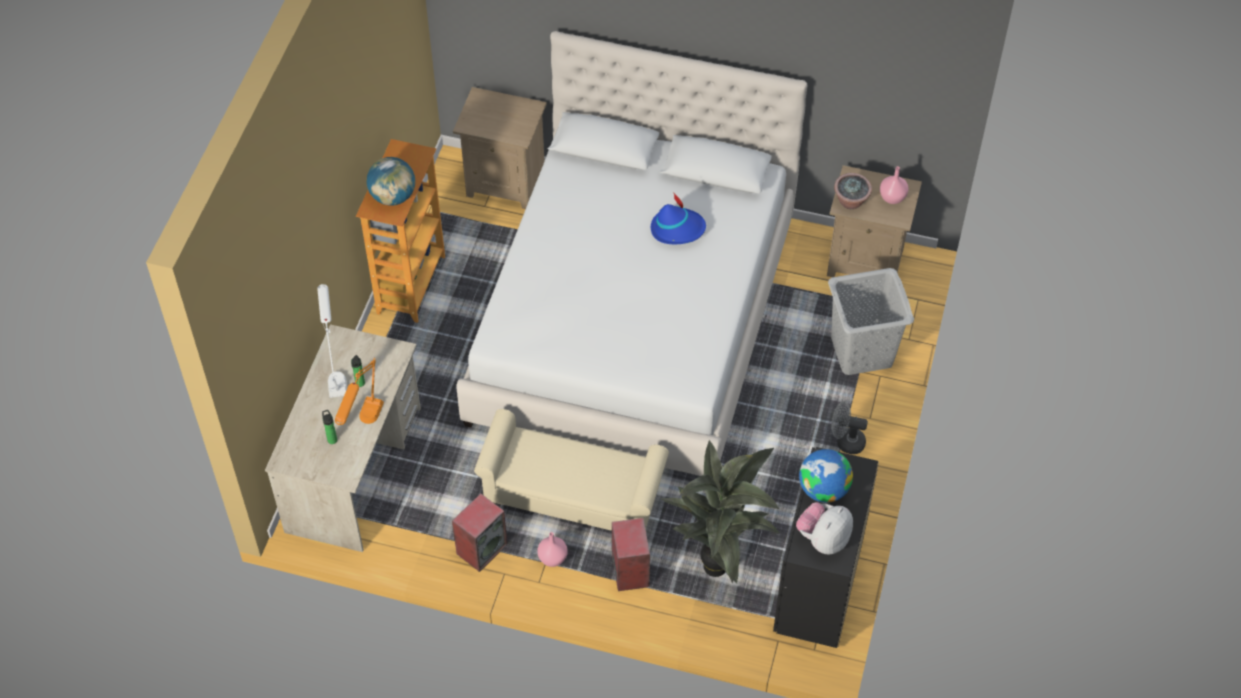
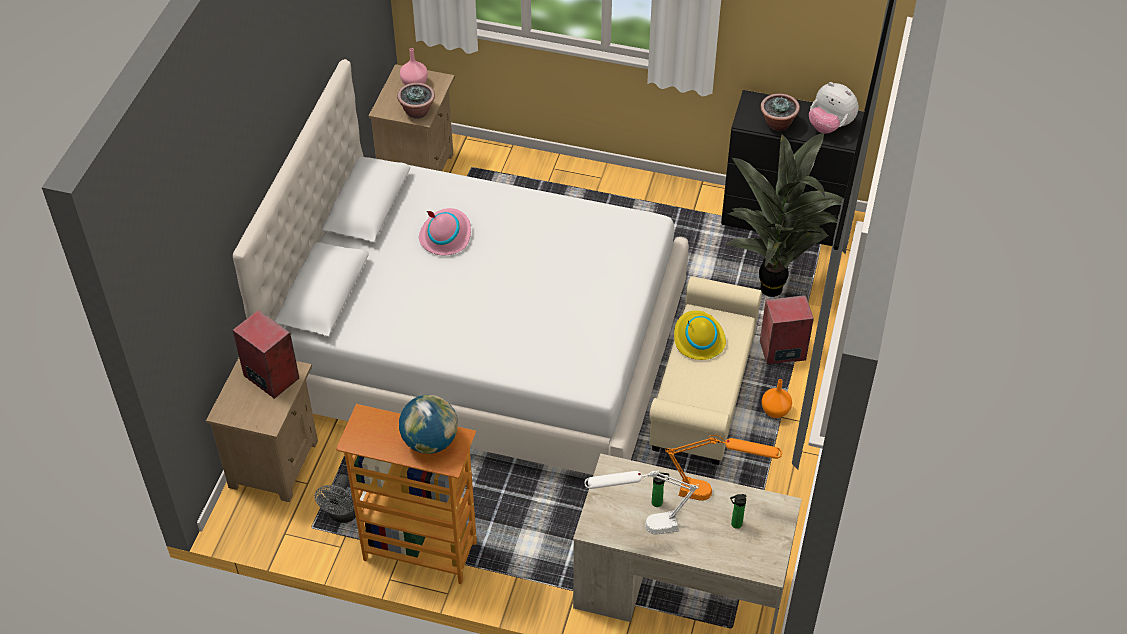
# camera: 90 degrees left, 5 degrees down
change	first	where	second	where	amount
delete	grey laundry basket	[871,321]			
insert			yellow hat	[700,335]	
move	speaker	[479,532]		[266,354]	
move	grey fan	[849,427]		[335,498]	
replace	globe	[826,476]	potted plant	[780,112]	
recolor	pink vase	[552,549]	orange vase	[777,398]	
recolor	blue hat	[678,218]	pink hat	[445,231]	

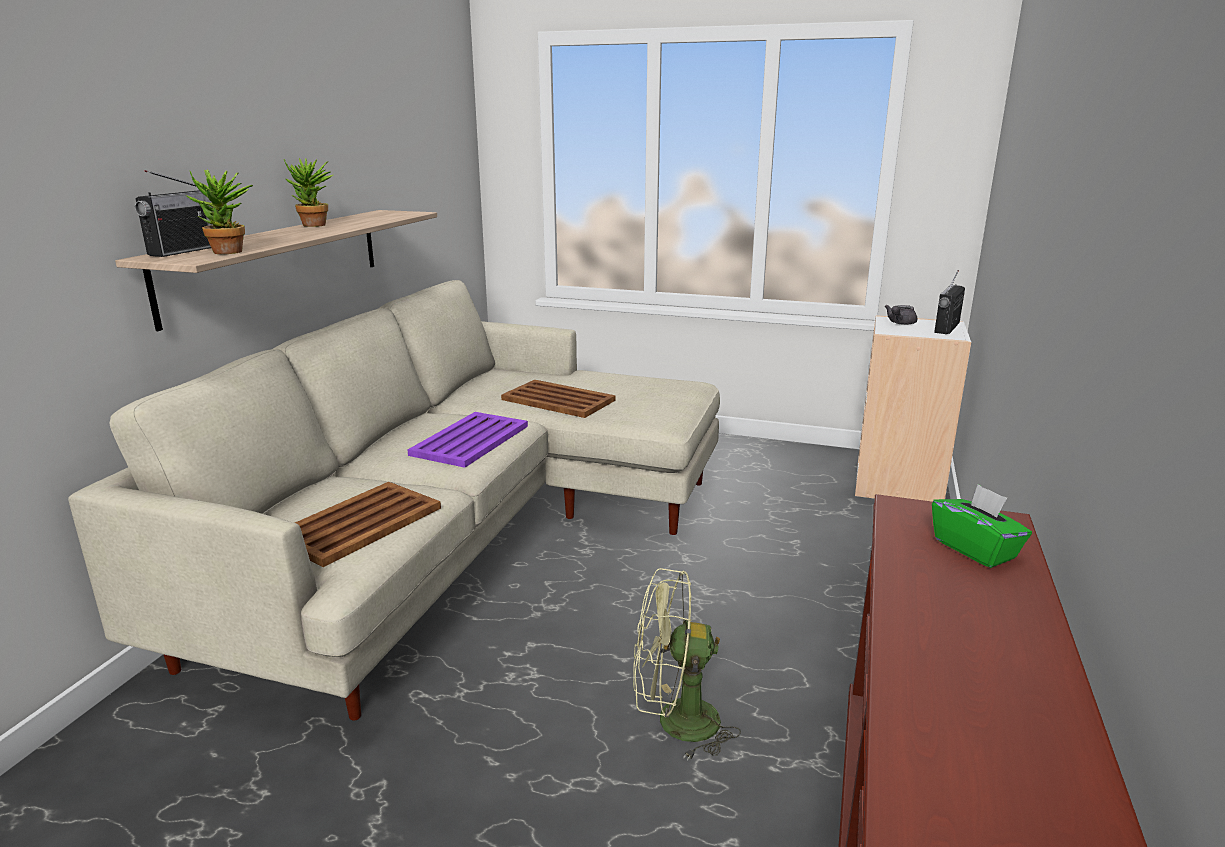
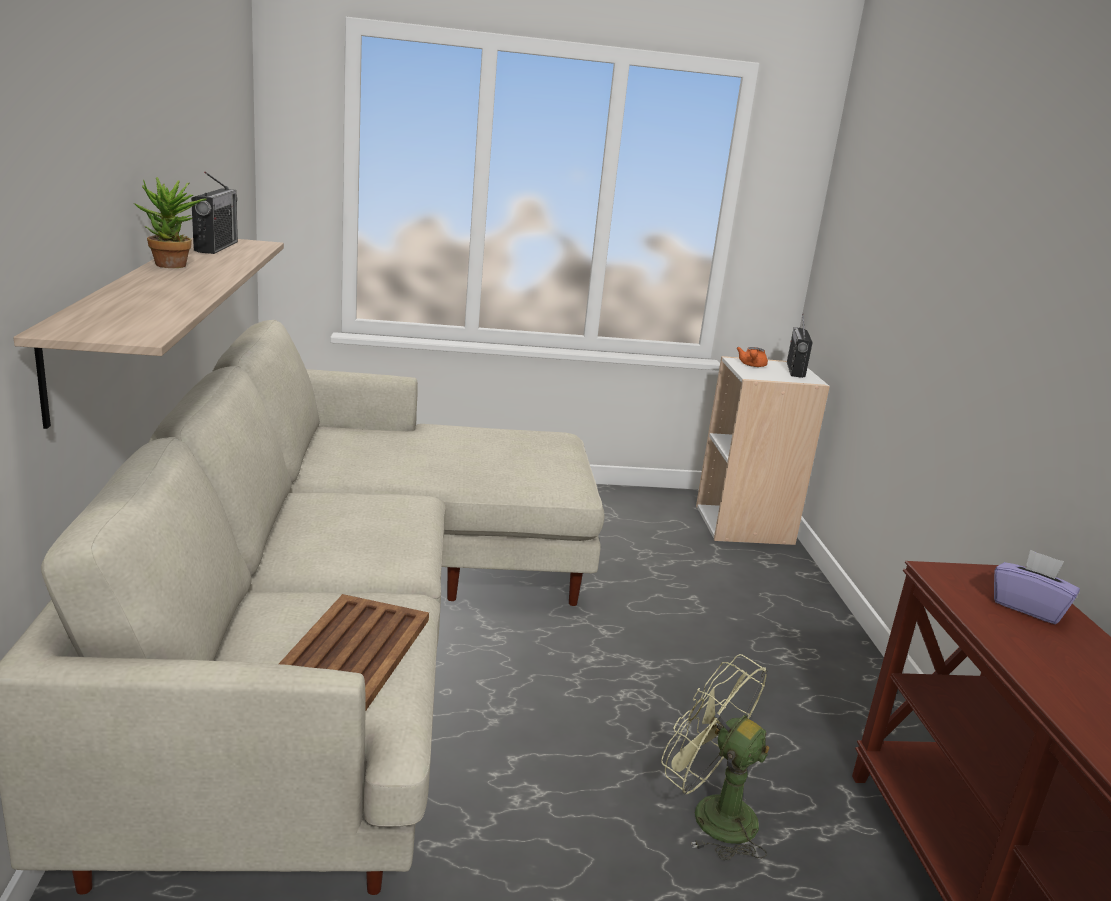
# camera: 25 degrees left, 0 degrees up
change	first	where	second	where	amount
delete	potted plant	[219,212]			
delete	purple tray	[468,440]			
delete	brown tray	[558,399]			
move	radio	[174,213]		[214,213]	
recolor	grey teapot	[900,315]	orange teapot	[752,357]	
recolor	green tissue box	[982,526]	purple tissue box	[1037,586]	
rotate	green fan	[687,664]		[715,757]	60 degrees clockwise

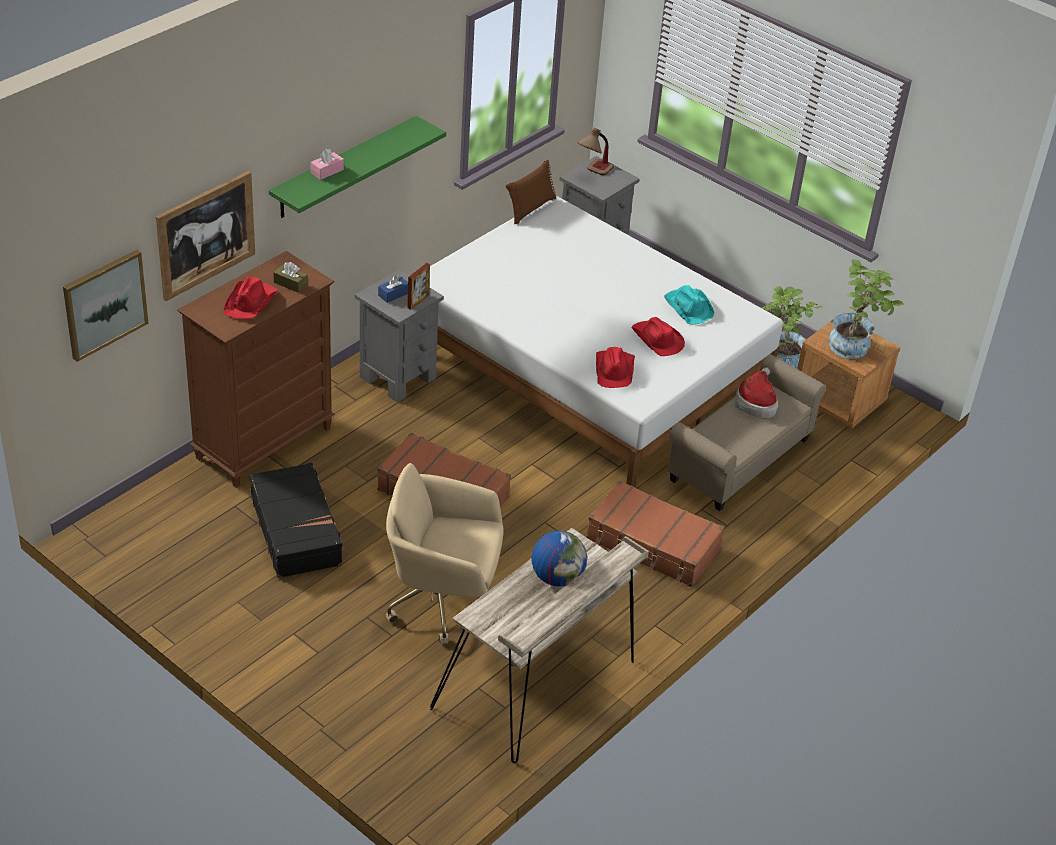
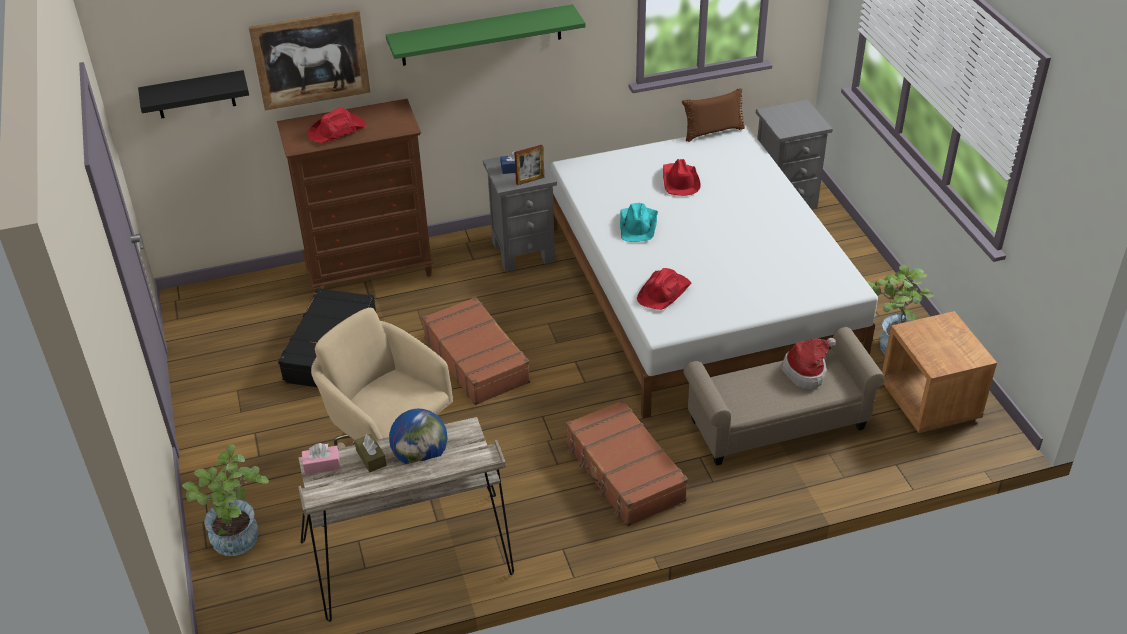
# camera: 35 degrees right, 0 degrees up
change	first	where	second	where	amount
delete	table lamp	[595,151]			
move	brown tissue box	[290,277]		[370,453]	
move	pink tissue box	[327,164]		[321,459]	
move	red hat	[658,336]		[682,177]	
move	turquoise hat	[689,305]		[639,222]	
move	potted plant	[866,309]		[225,500]	
replace	picture	[106,306]	black shelf	[193,94]	

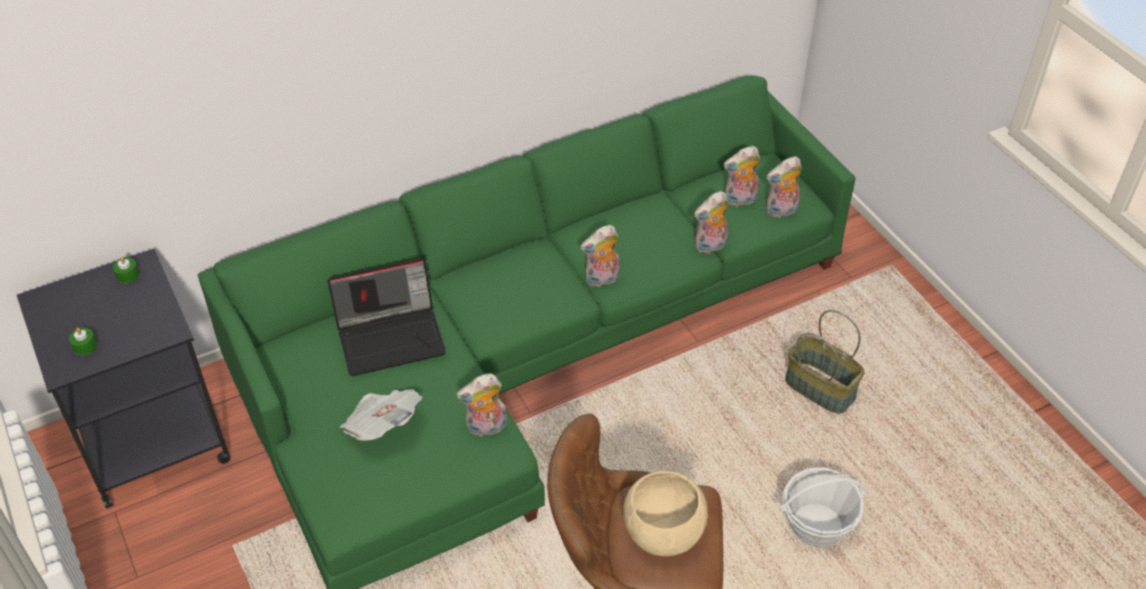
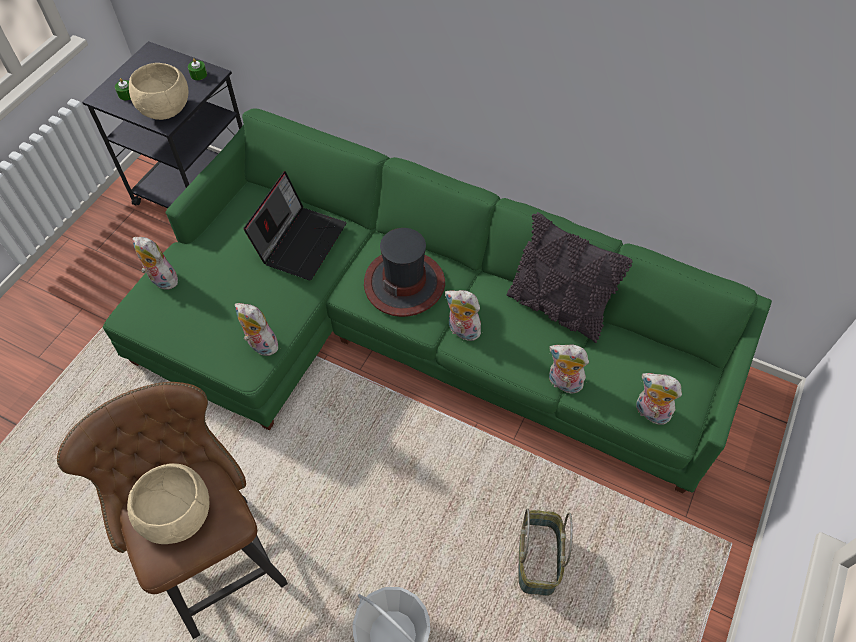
# camera: 55 degrees right, 10 degrees up
change	first	where	second	where	amount
delete	newspaper	[380,415]			
insert			beige bowl	[159,91]	
insert			hat	[404,272]	
insert			black pillow	[570,277]	
move	plush toy	[741,176]		[155,263]	
rotate	laptop	[387,317]		[295,225]	105 degrees counterclockwise

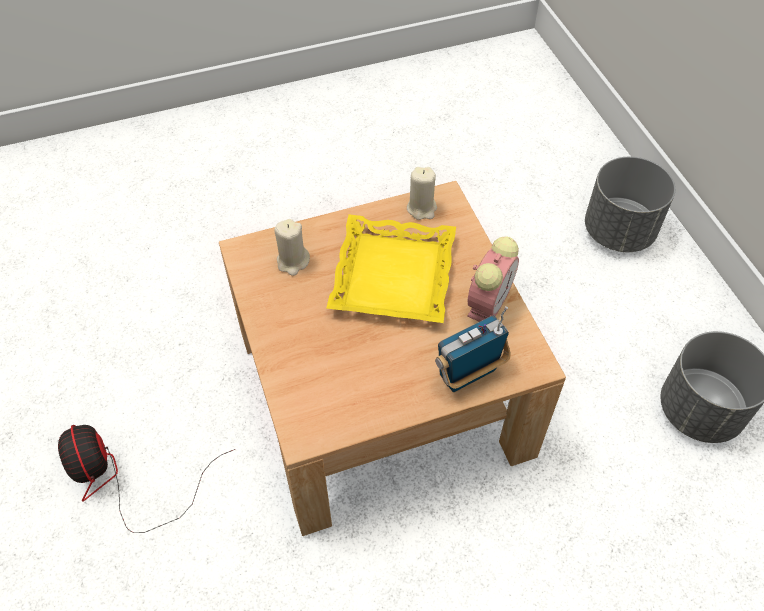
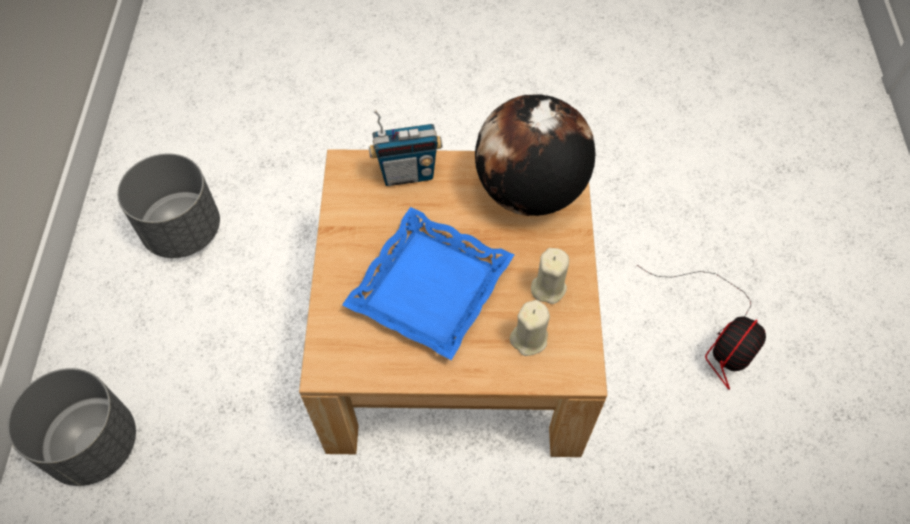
# camera: 160 degrees left, 5 degrees up
change	first	where	second	where	amount
delete	alarm clock	[493,279]			
insert			globe	[535,155]	
move	beige candle	[422,193]		[550,276]	
recolor	yellow tray	[391,268]	blue tray	[428,283]	
rotate	fan	[146,479]		[701,327]	45 degrees clockwise

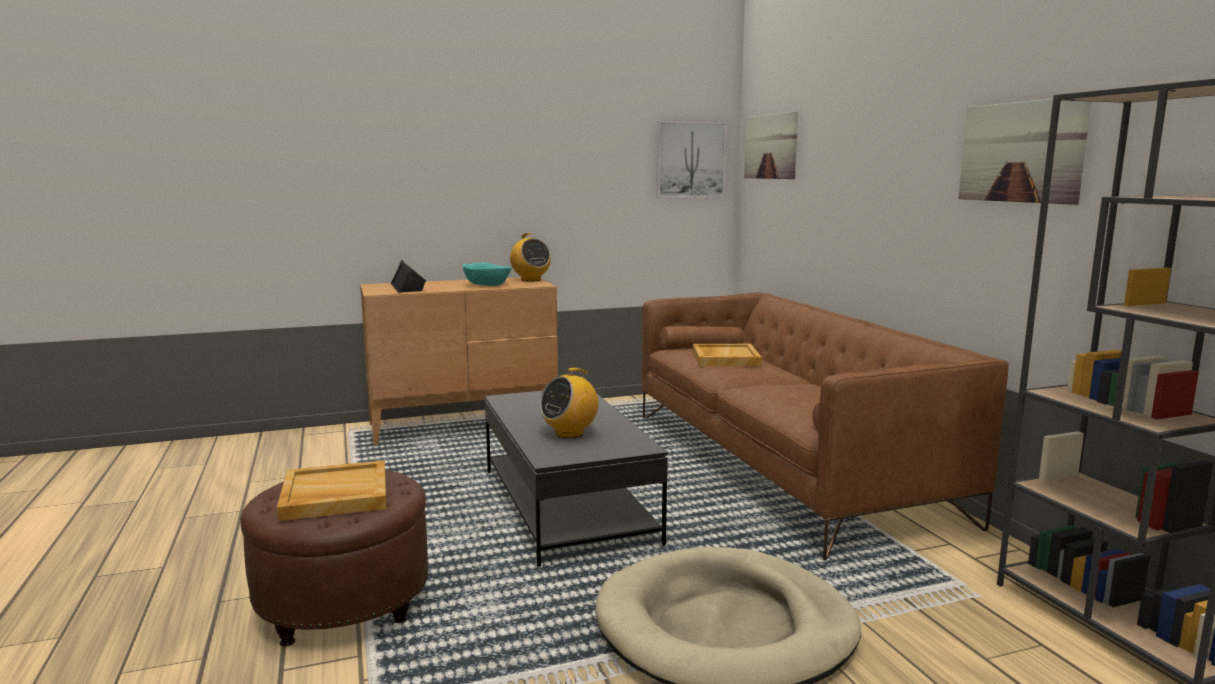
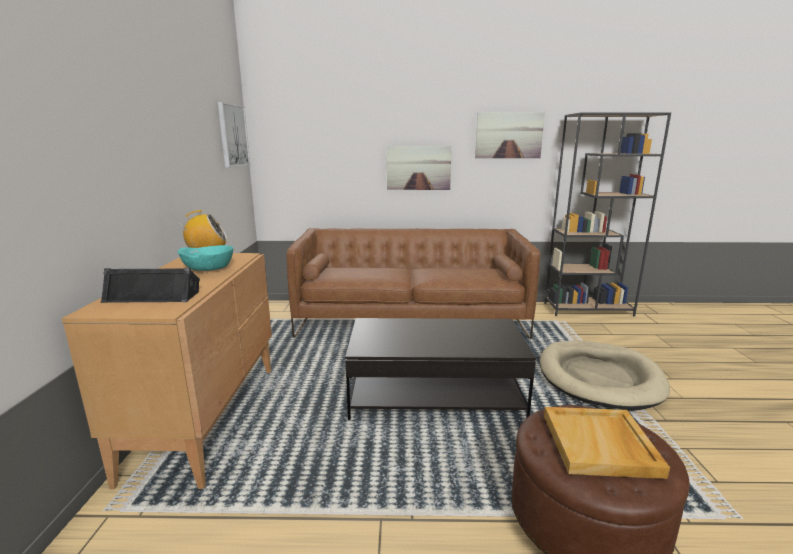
# camera: 70 degrees left, 5 degrees up
change	first	where	second	where	amount
delete	radio	[569,403]			
delete	beige tray	[727,355]			
move	picture	[771,145]		[419,168]	

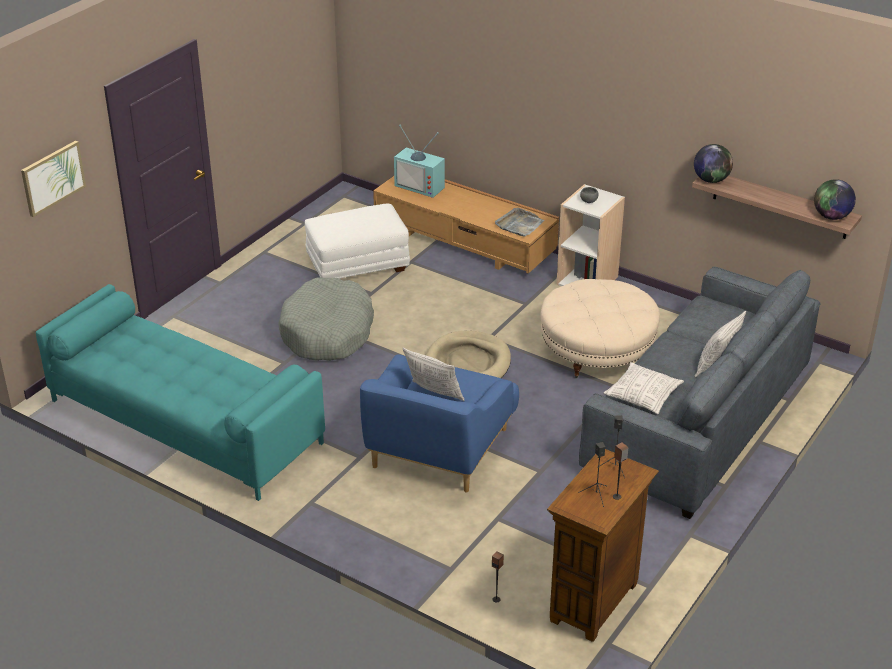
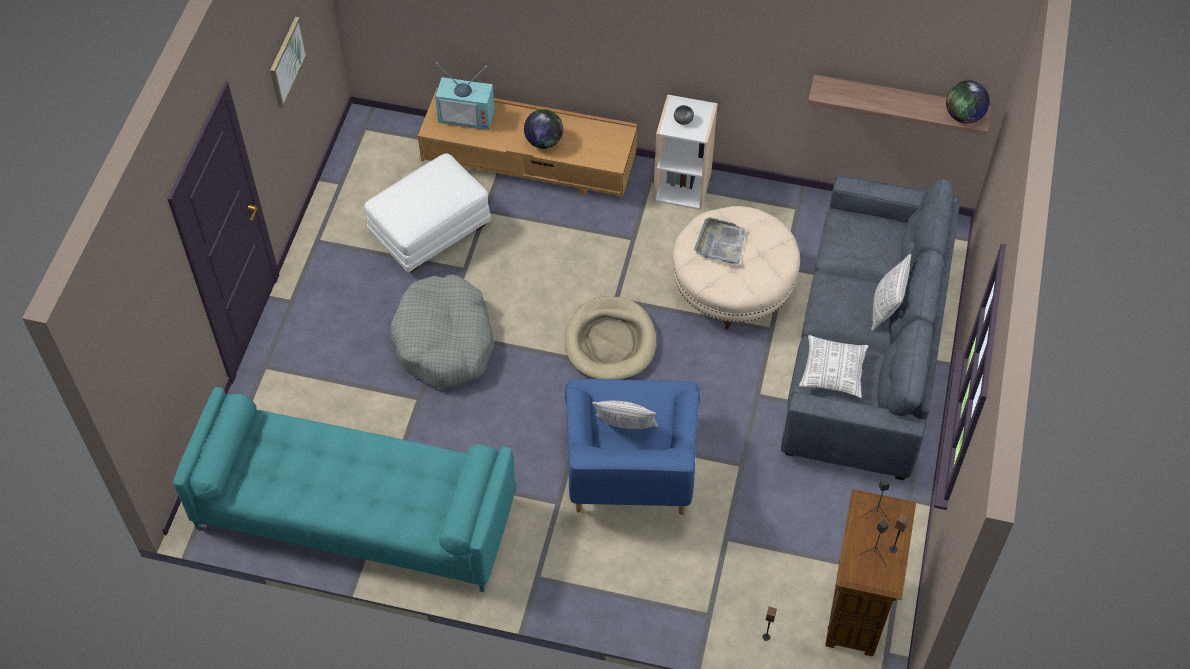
# camera: 20 degrees left, 20 degrees up
change	first	where	second	where	amount
move	picture	[53,179]		[288,62]	
move	grey tray	[520,222]		[719,240]	
move	globe	[713,163]		[543,129]	

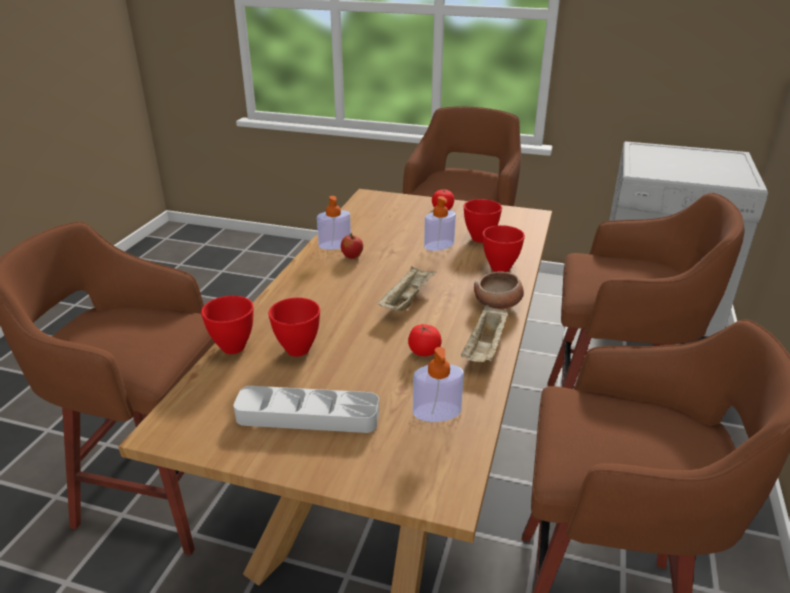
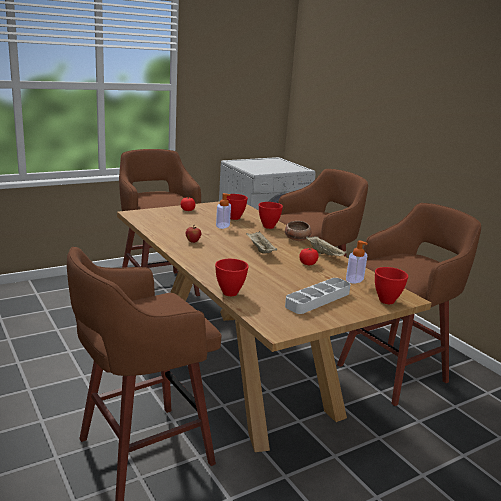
# camera: 50 degrees left, 10 degrees down
change	first	where	second	where	amount
delete	soap dispenser	[334,223]			
move	red bowl	[294,327]		[391,285]	

